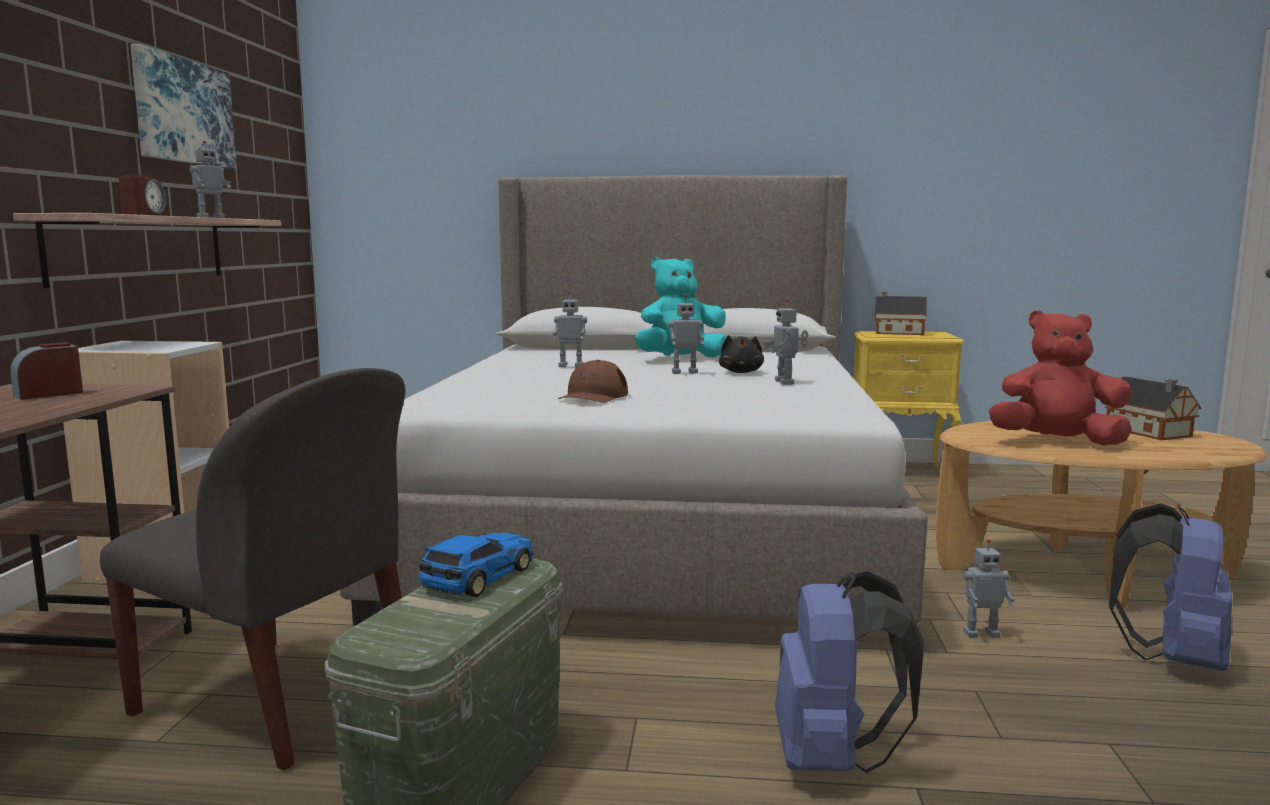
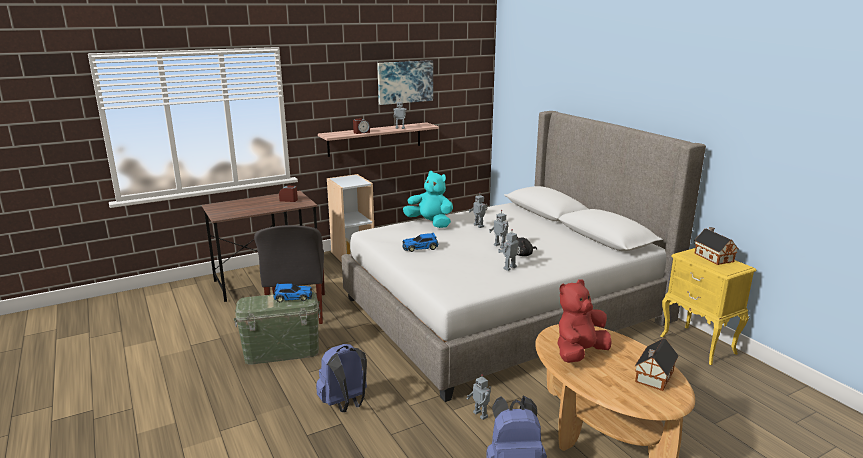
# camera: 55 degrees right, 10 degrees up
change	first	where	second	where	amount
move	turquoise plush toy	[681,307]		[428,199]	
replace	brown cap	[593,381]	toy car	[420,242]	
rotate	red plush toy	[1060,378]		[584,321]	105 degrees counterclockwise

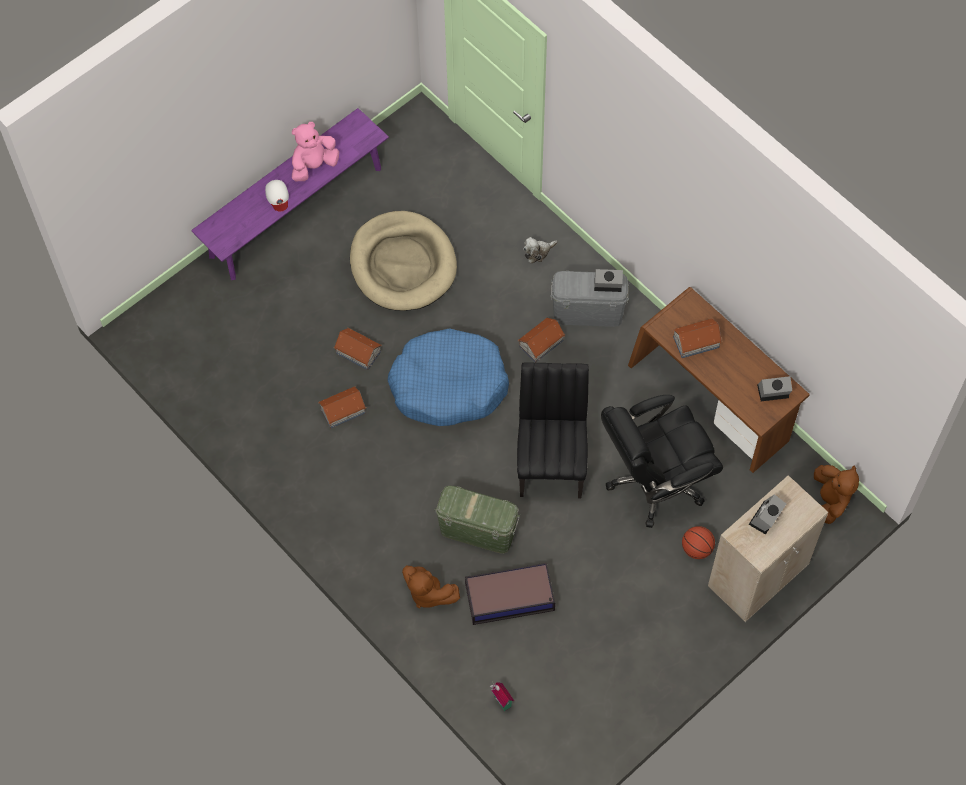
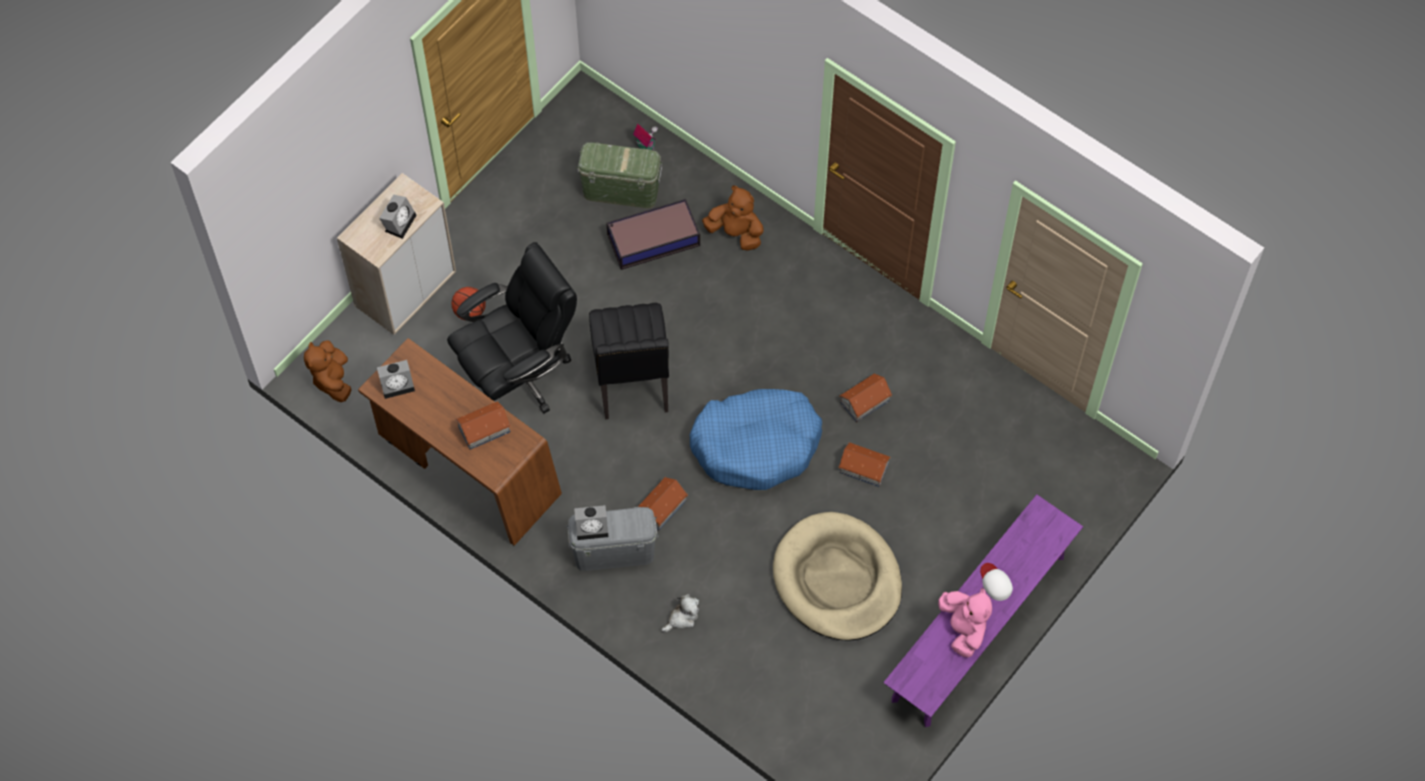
# camera: 170 degrees right, 0 degrees up
change	first	where	second	where	amount
move	green storage box	[477,519]		[619,175]	
rotate	pink plush toy	[315,151]		[965,623]	60 degrees counterclockwise

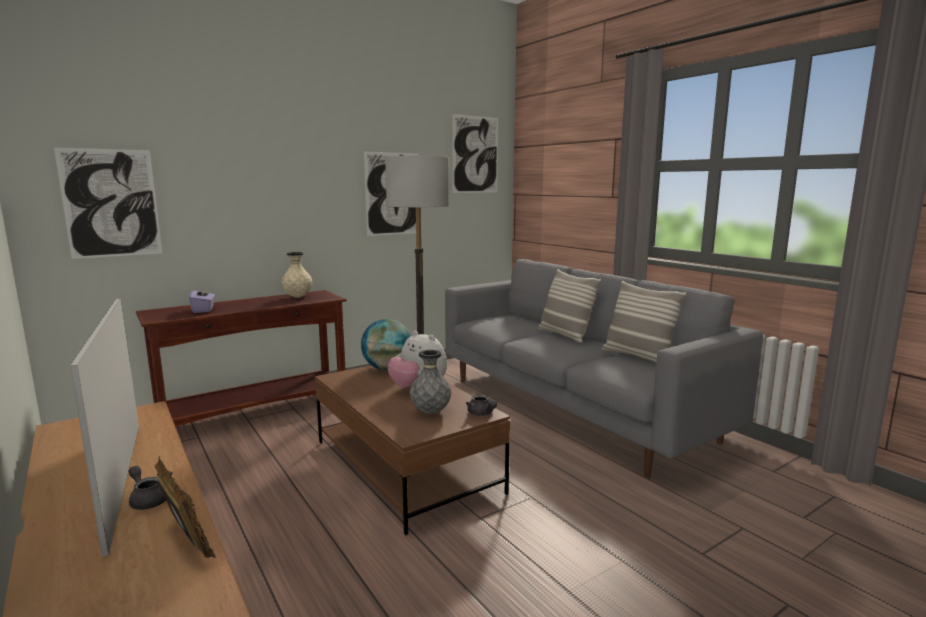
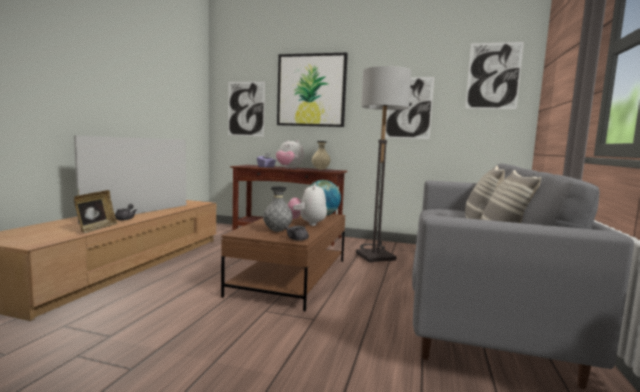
# camera: 50 degrees right, 5 degrees down
change	first	where	second	where	amount
insert			plush toy	[290,154]	
insert			picture	[312,90]	

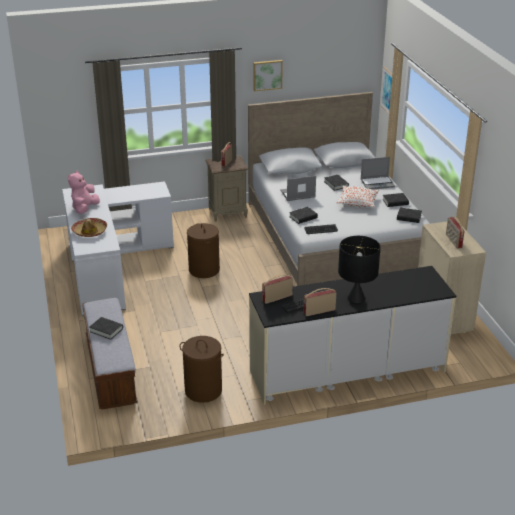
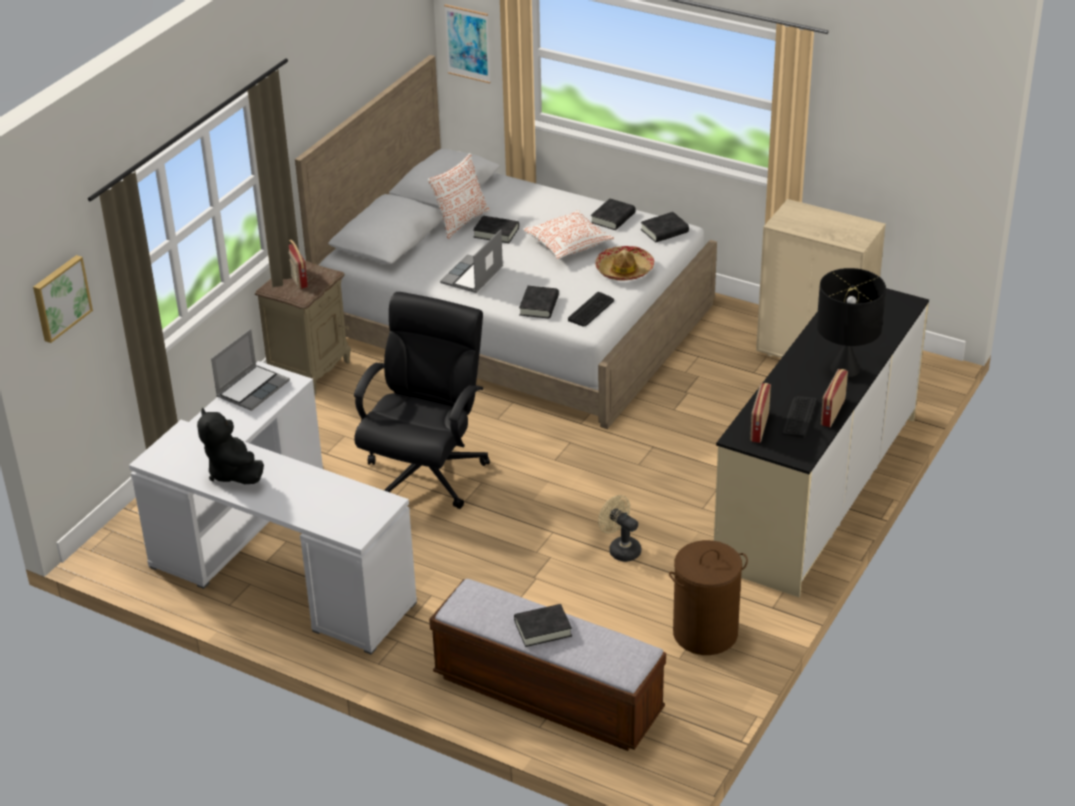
# camera: 45 degrees left, 5 degrees up
change	first	where	second	where	amount
delete	radio	[455,232]			
insert			white pillow	[459,196]	
insert			beige fan	[619,528]	
move	hat	[89,227]		[624,263]	
move	picture	[268,75]		[63,299]	
move	laptop	[377,173]		[250,370]	
replace	brown laundry basket	[203,250]	black office chair	[422,400]	
recolor	pink plush toy	[84,192]	black plush toy	[230,446]	

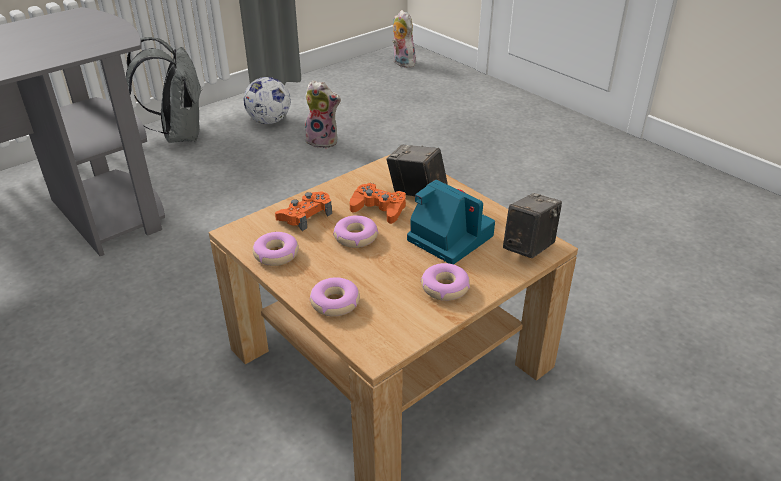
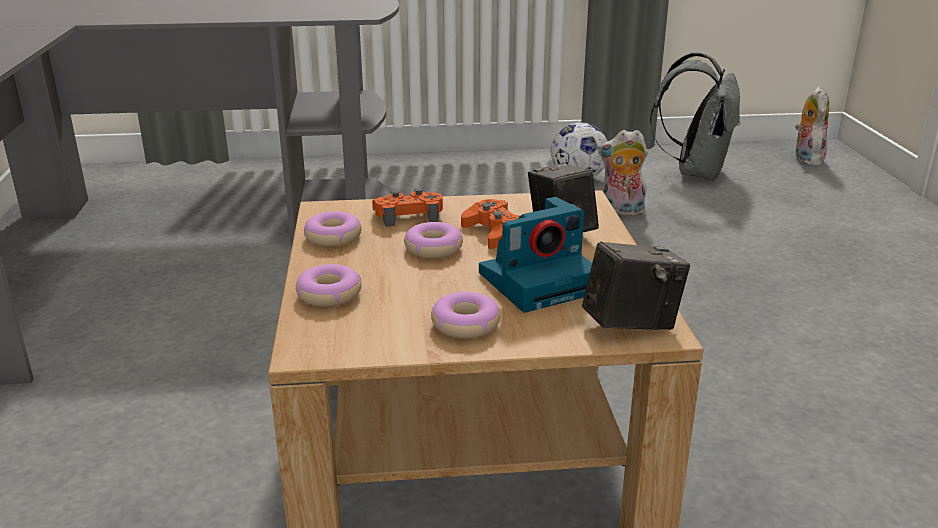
# camera: 35 degrees right, 10 degrees down
change	first	where	second	where	amount
move	grey backpack	[164,90]		[695,116]	
rotate	plush toy	[323,114]		[622,173]	135 degrees clockwise
rotate	photo camera	[451,222]		[535,255]	75 degrees clockwise

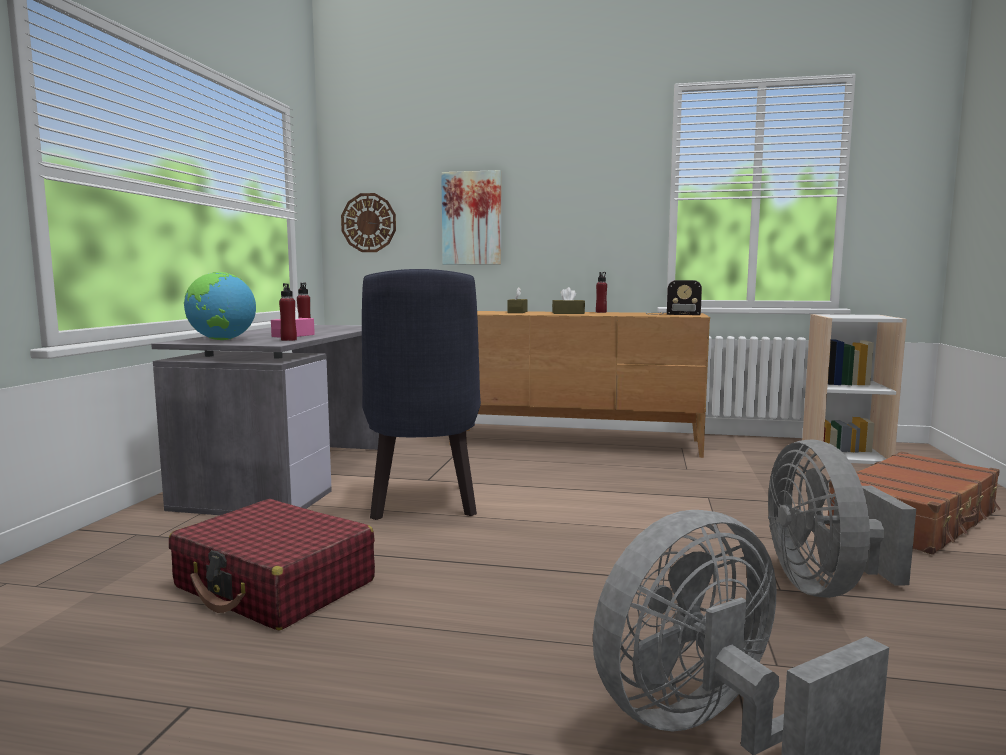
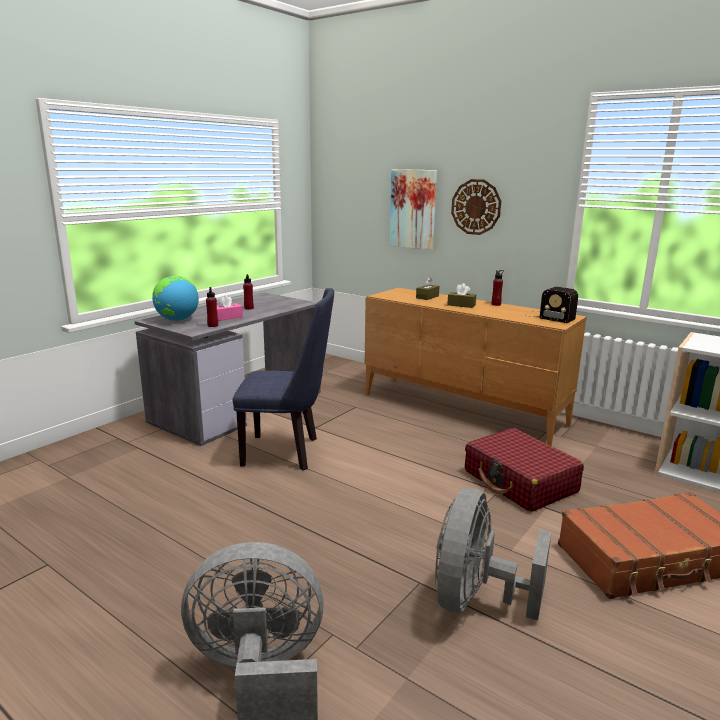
# camera: 25 degrees right, 10 degrees up
change	first	where	second	where	amount
move	red suitcase	[272,565]		[524,470]	
move	wall clock	[368,222]		[476,207]	
rotate	blue chair	[421,394]		[283,379]	105 degrees counterclockwise

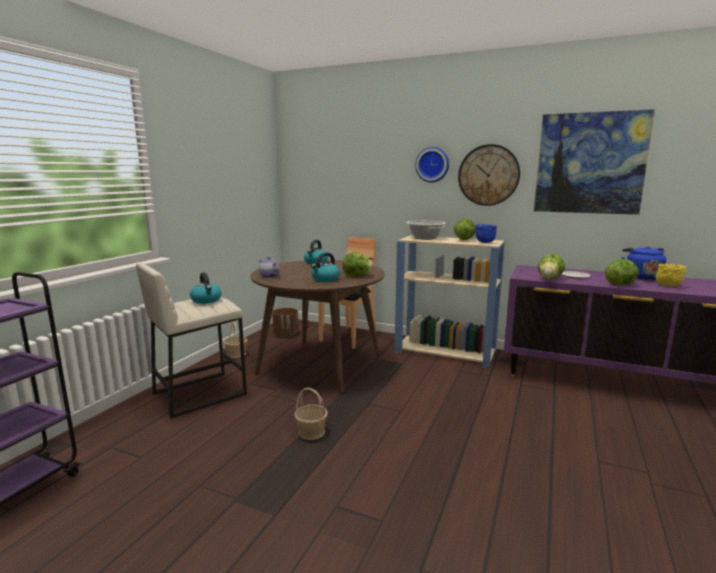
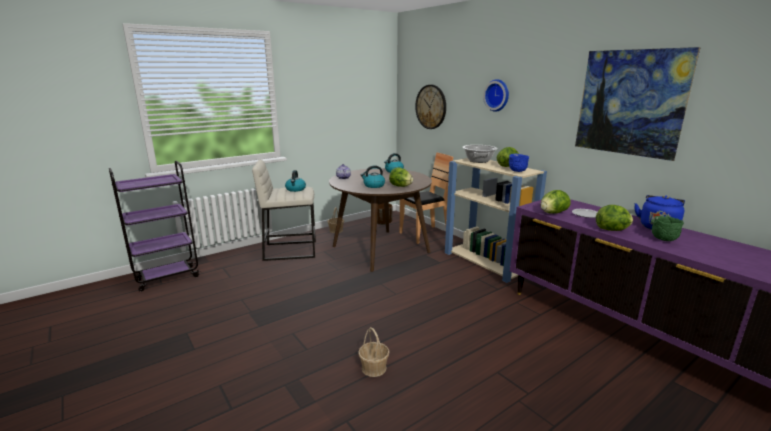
# camera: 30 degrees right, 5 degrees up
change	first	where	second	where	amount
move	basket	[311,414]		[373,352]	
move	wall clock	[489,175]		[430,107]	
recolor	yellow bowl	[671,275]	green bowl	[668,228]	

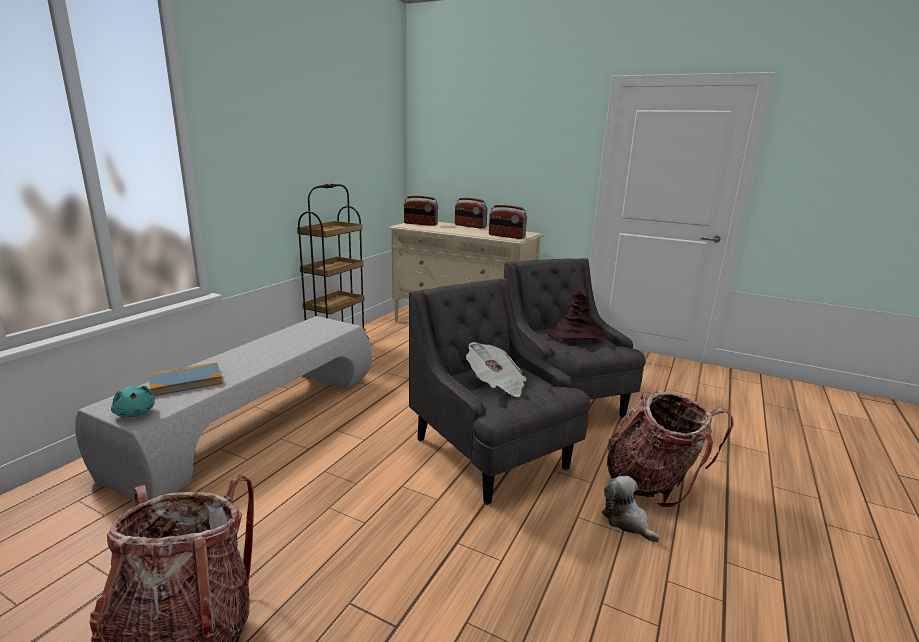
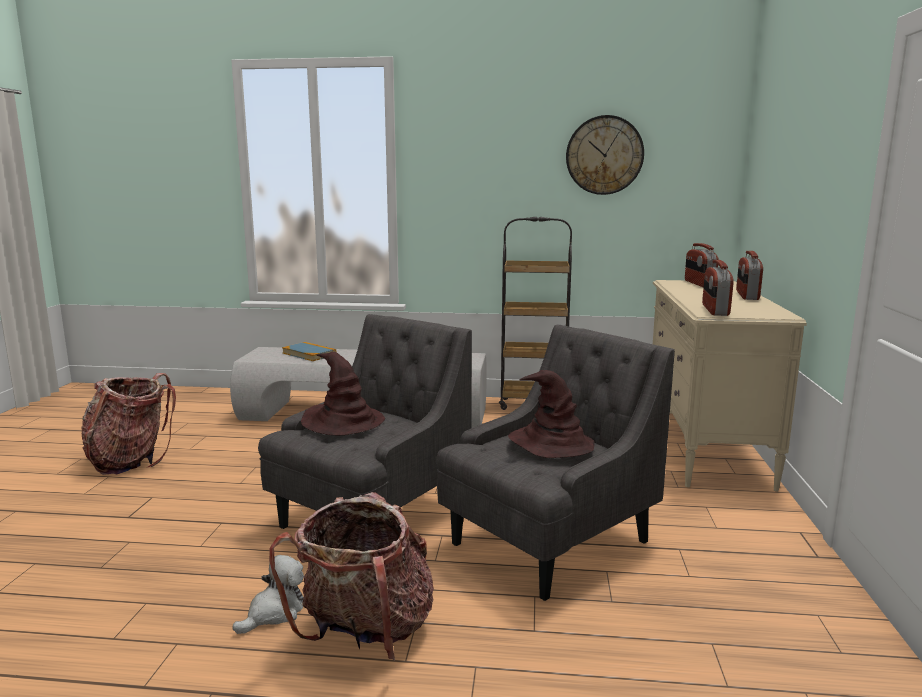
# camera: 70 degrees right, 5 degrees down
change	first	where	second	where	amount
delete	turquoise plush toy	[133,401]			
insert			wall clock	[605,155]	
replace	newspaper	[496,369]	brown hat	[343,393]	

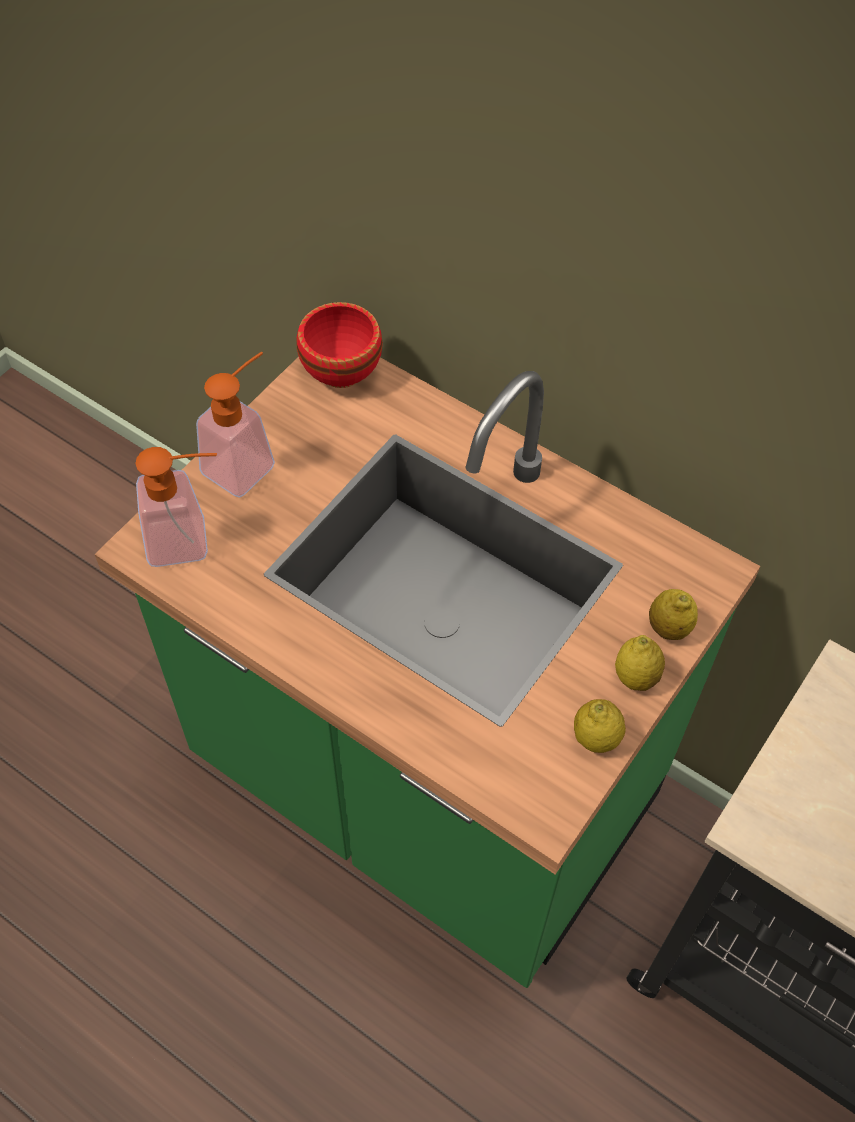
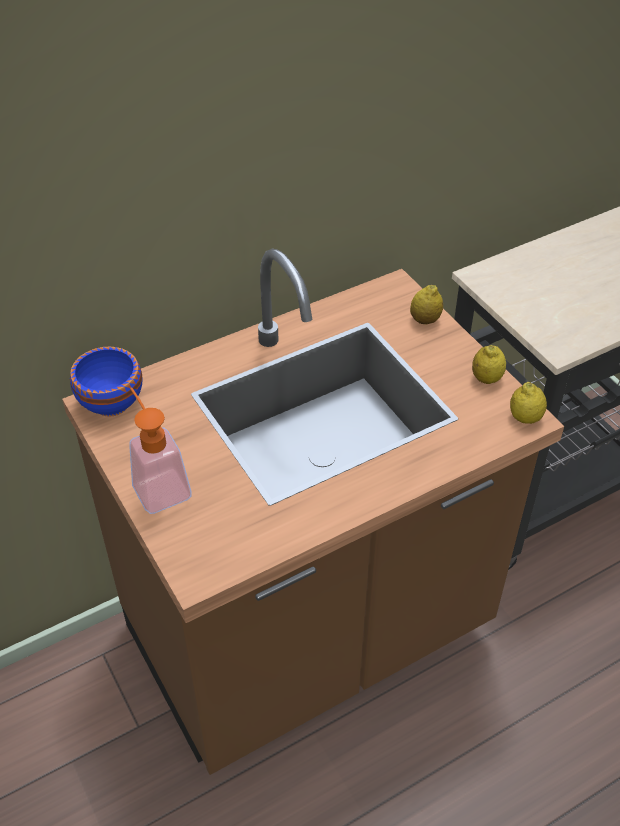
# camera: 65 degrees left, 10 degrees down
change	first	where	second	where	amount
delete	soap dispenser	[176,507]			
move	lemon	[640,663]		[528,403]	
recolor	green counter	[427,672]	brown counter	[313,511]	
recolor	red bowl	[339,345]	blue bowl	[106,382]	

